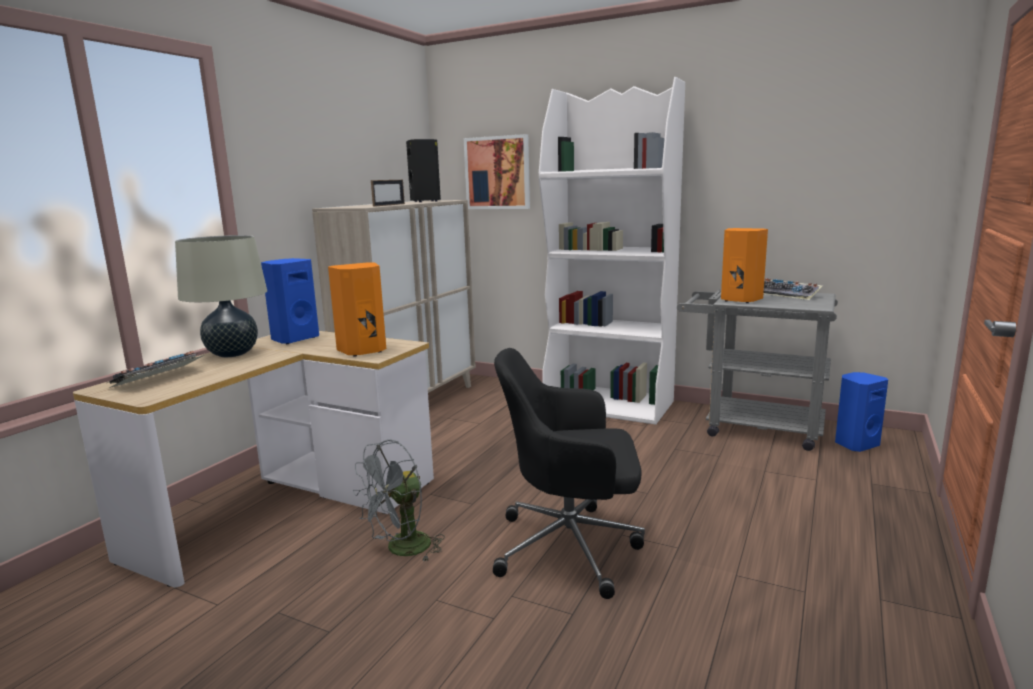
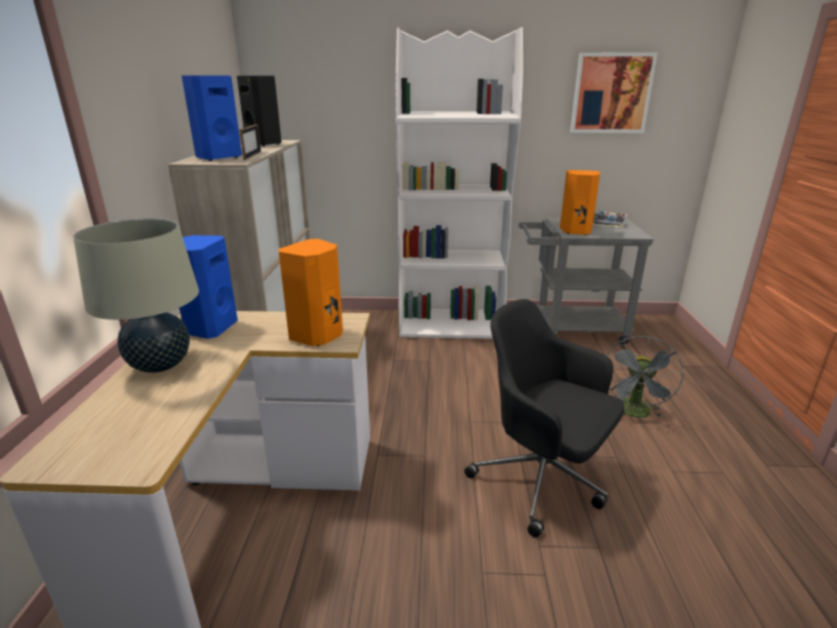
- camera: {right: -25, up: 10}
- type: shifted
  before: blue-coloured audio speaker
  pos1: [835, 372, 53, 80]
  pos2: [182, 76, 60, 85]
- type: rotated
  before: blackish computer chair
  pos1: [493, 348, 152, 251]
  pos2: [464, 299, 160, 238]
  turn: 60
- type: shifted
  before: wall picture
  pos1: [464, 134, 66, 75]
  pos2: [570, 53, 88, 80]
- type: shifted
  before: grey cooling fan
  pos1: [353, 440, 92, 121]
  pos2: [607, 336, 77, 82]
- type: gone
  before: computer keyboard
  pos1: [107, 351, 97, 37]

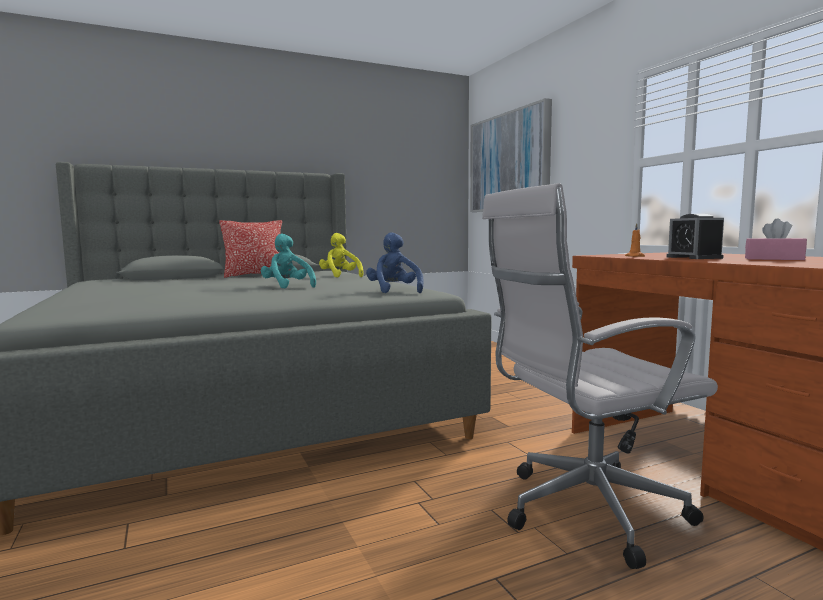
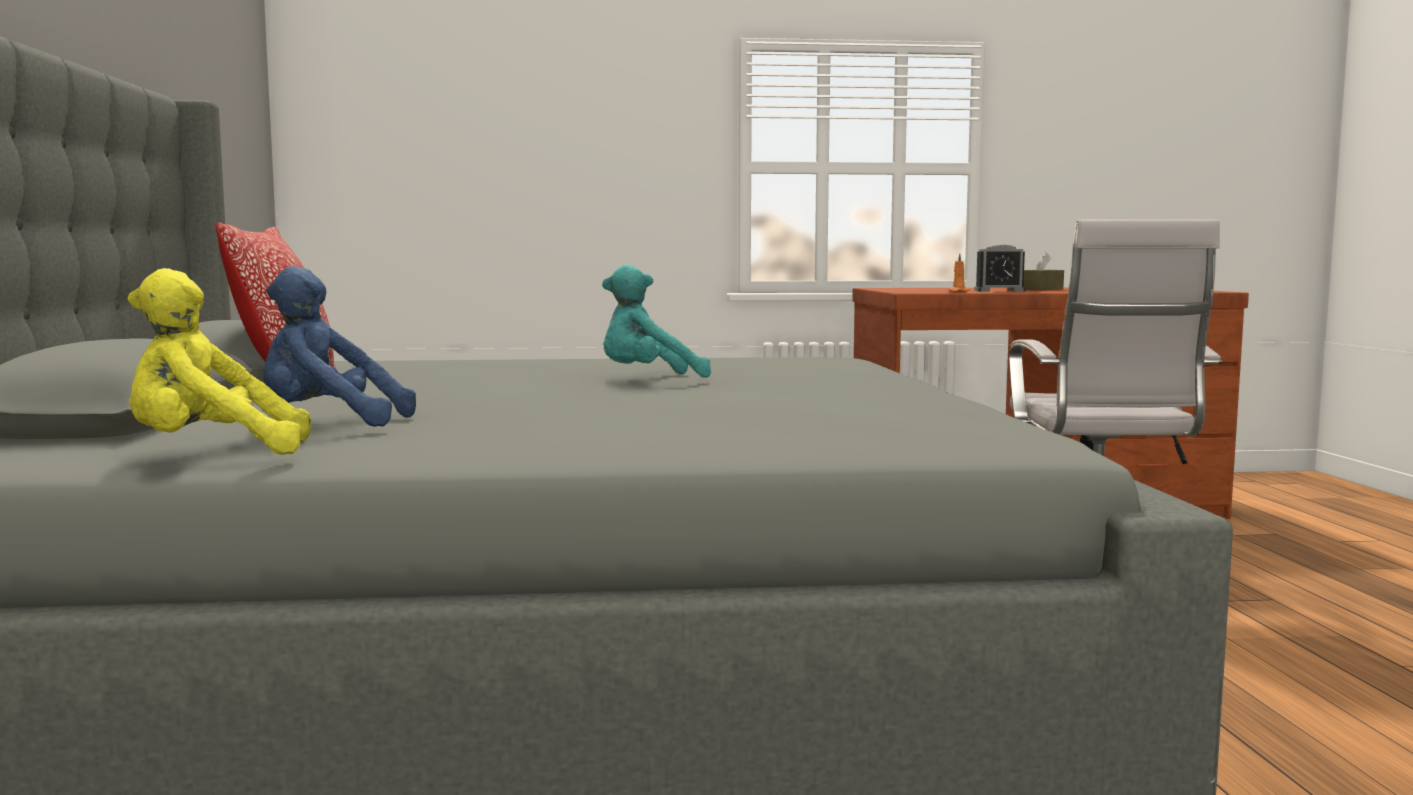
- camera: {right: -70, up: 0}
- type: shifted
  before: yellowish cuddly toy
  pos1: [319, 233, 45, 44]
  pos2: [128, 268, 183, 187]
- type: shifted
  before: blue-coloured cuddly toy
  pos1: [366, 232, 58, 61]
  pos2: [263, 266, 153, 161]
- type: repainted
  before: pink-coloured box of tissues
  after: brownish box of tissues
  pos1: [745, 218, 62, 42]
  pos2: [1023, 251, 41, 39]
- type: gone
  before: wall picture
  pos1: [470, 98, 82, 114]

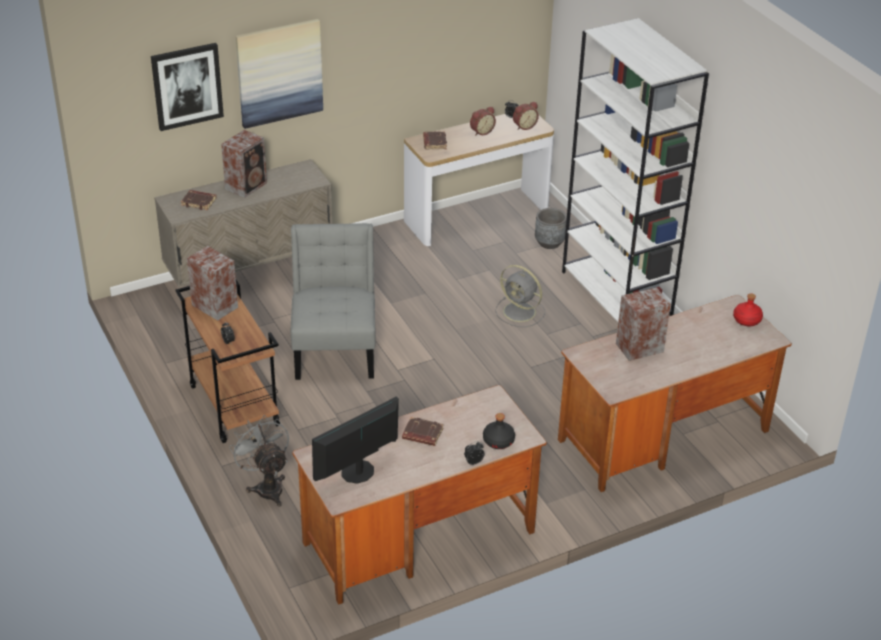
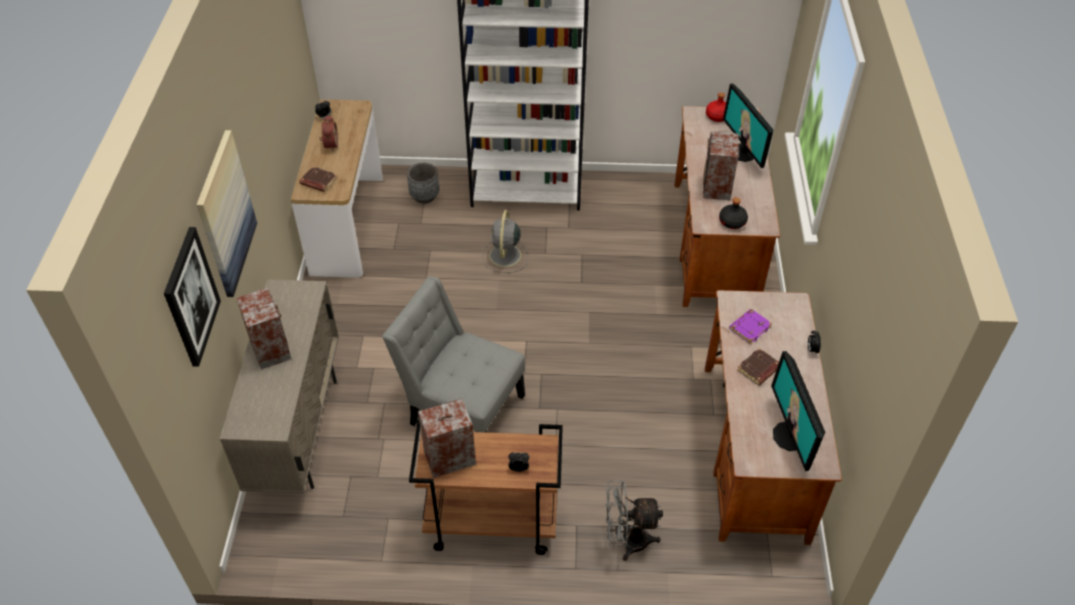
- camera: {right: -60, up: 10}
- type: rotated
  before: grey cooling fan
  pos1: [495, 265, 50, 62]
  pos2: [482, 210, 46, 63]
  turn: 120
- type: shifted
  before: blackish bottle
  pos1: [483, 413, 32, 36]
  pos2: [719, 197, 29, 32]
- type: new
  after: computer display
  pos2: [723, 83, 51, 85]
- type: new
  after: purple-coloured bound book
  pos2: [729, 309, 43, 35]
- type: gone
  before: brownish bound book
  pos1: [181, 190, 36, 20]
- type: gone
  before: bedside clock
  pos1: [513, 102, 26, 28]

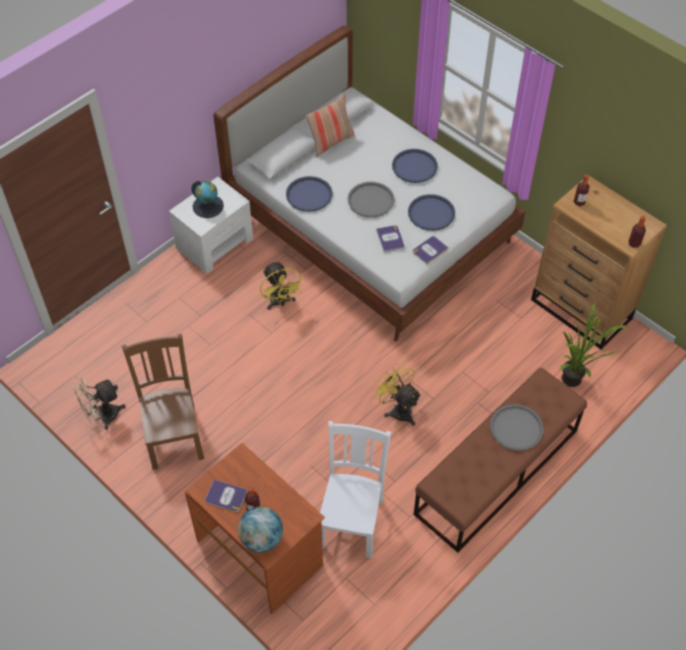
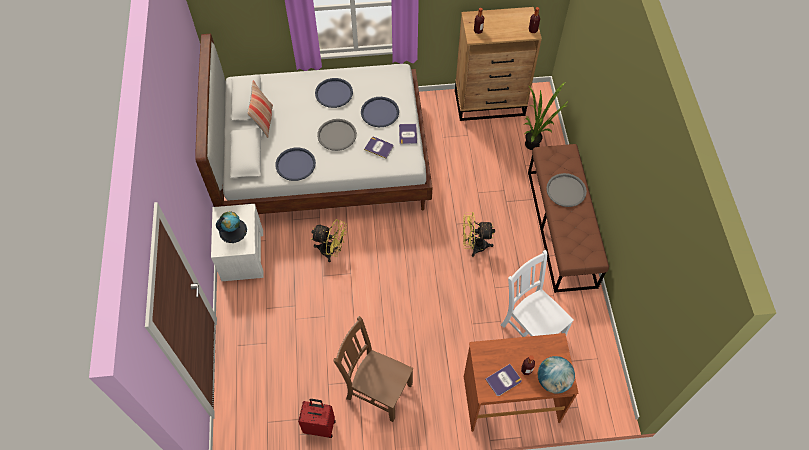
- camera: {right: -50, up: 5}
- type: swapped
  before: beige-coloured cooling fan
  after: reddish piece of luggage
  pos1: [71, 377, 54, 53]
  pos2: [298, 399, 38, 39]

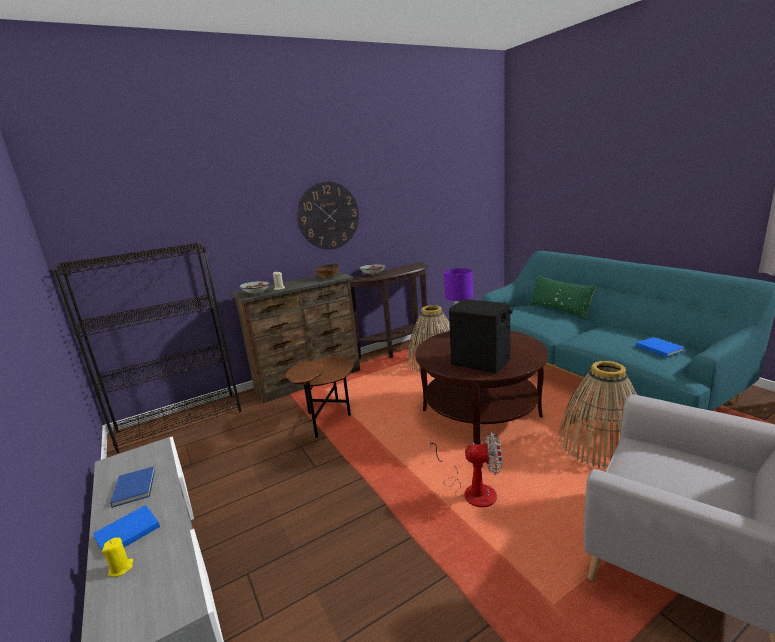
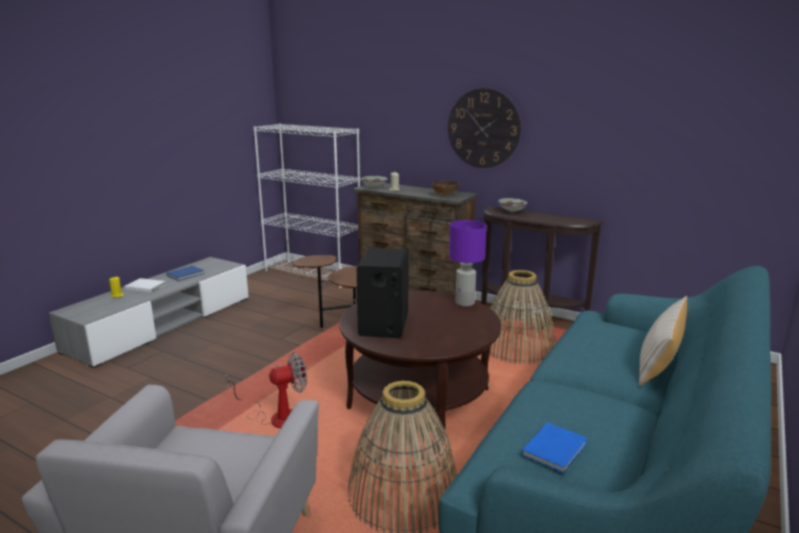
- camera: {right: 60, up: 0}
- type: repainted
  before: blue-coloured bound book
  after: white-coloured bound book
  pos1: [93, 505, 67, 52]
  pos2: [124, 278, 42, 15]
- type: rotated
  before: cooling fan
  pos1: [430, 432, 72, 75]
  pos2: [226, 352, 81, 77]
  turn: -90
- type: repainted
  before: blackish bookshelf
  after: white-coloured bookshelf
  pos1: [53, 242, 188, 211]
  pos2: [254, 123, 106, 165]
- type: repainted
  before: green pillow
  after: beige-coloured pillow
  pos1: [530, 275, 66, 45]
  pos2: [639, 296, 48, 90]

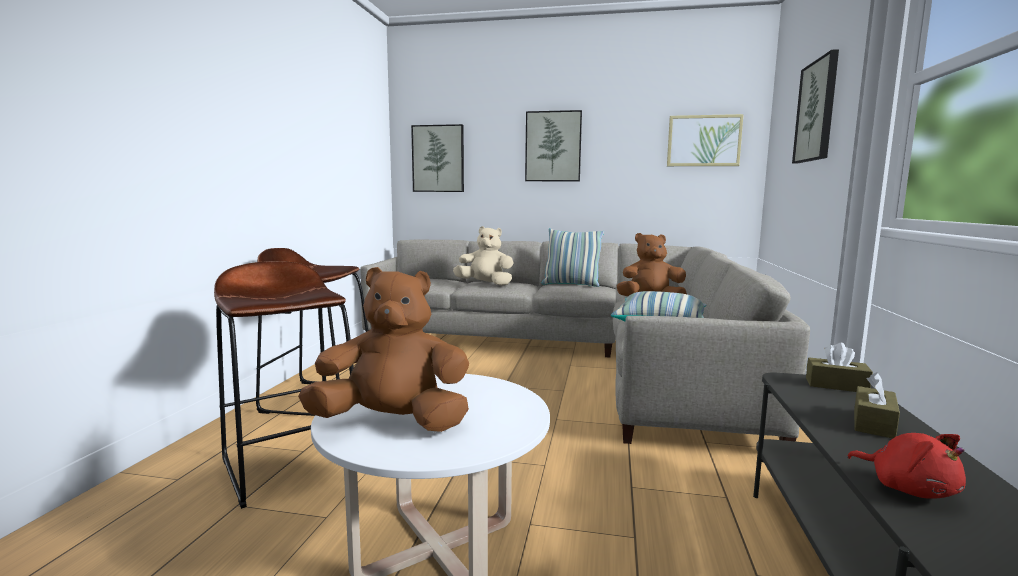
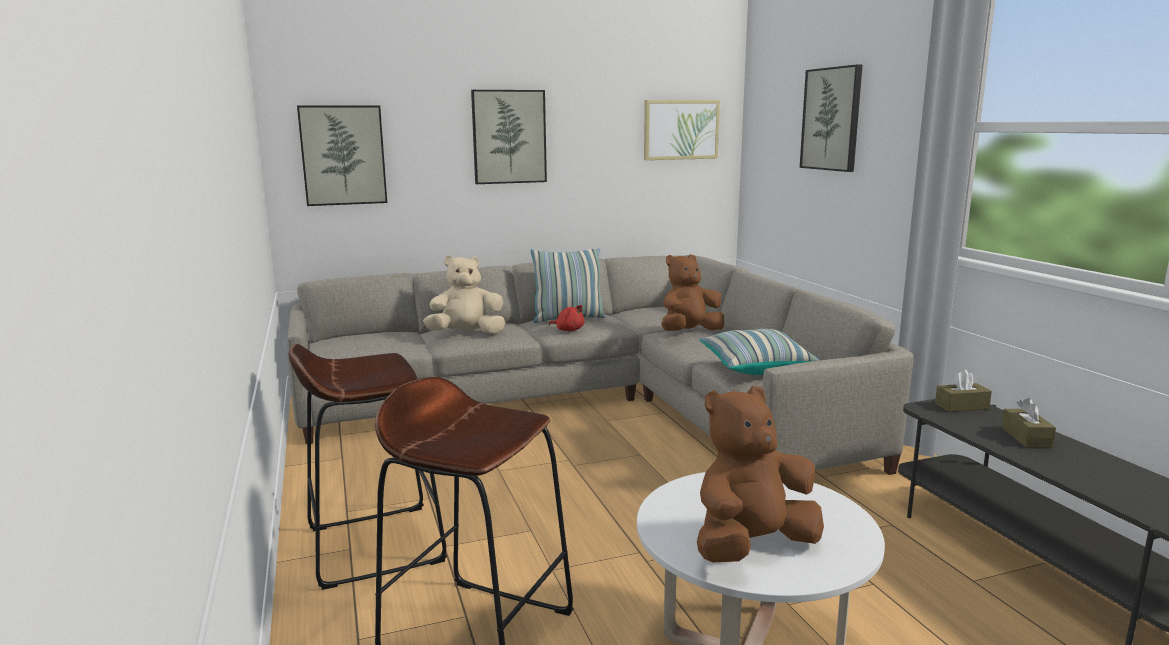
- camera: {right: -30, up: 5}
- type: shifted
  before: reddish cuddly toy
  pos1: [847, 433, 119, 66]
  pos2: [549, 305, 36, 26]

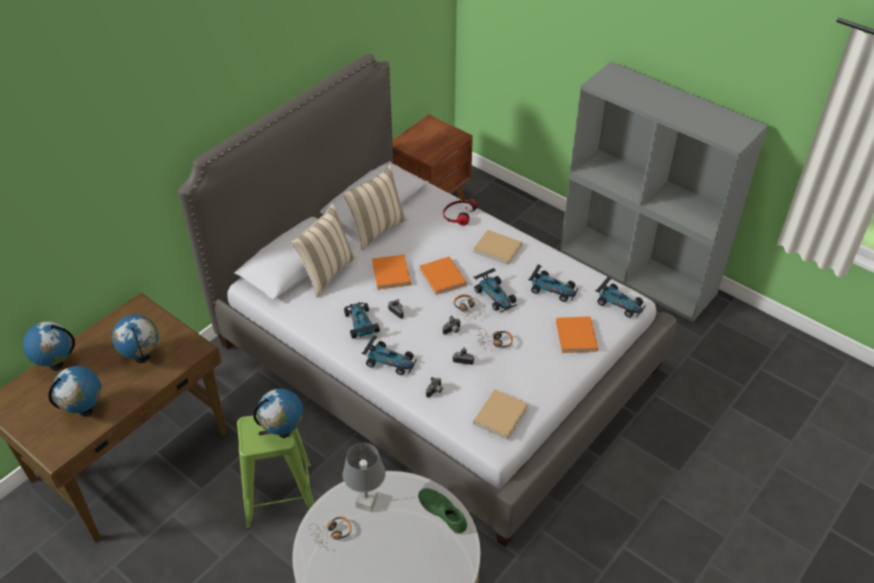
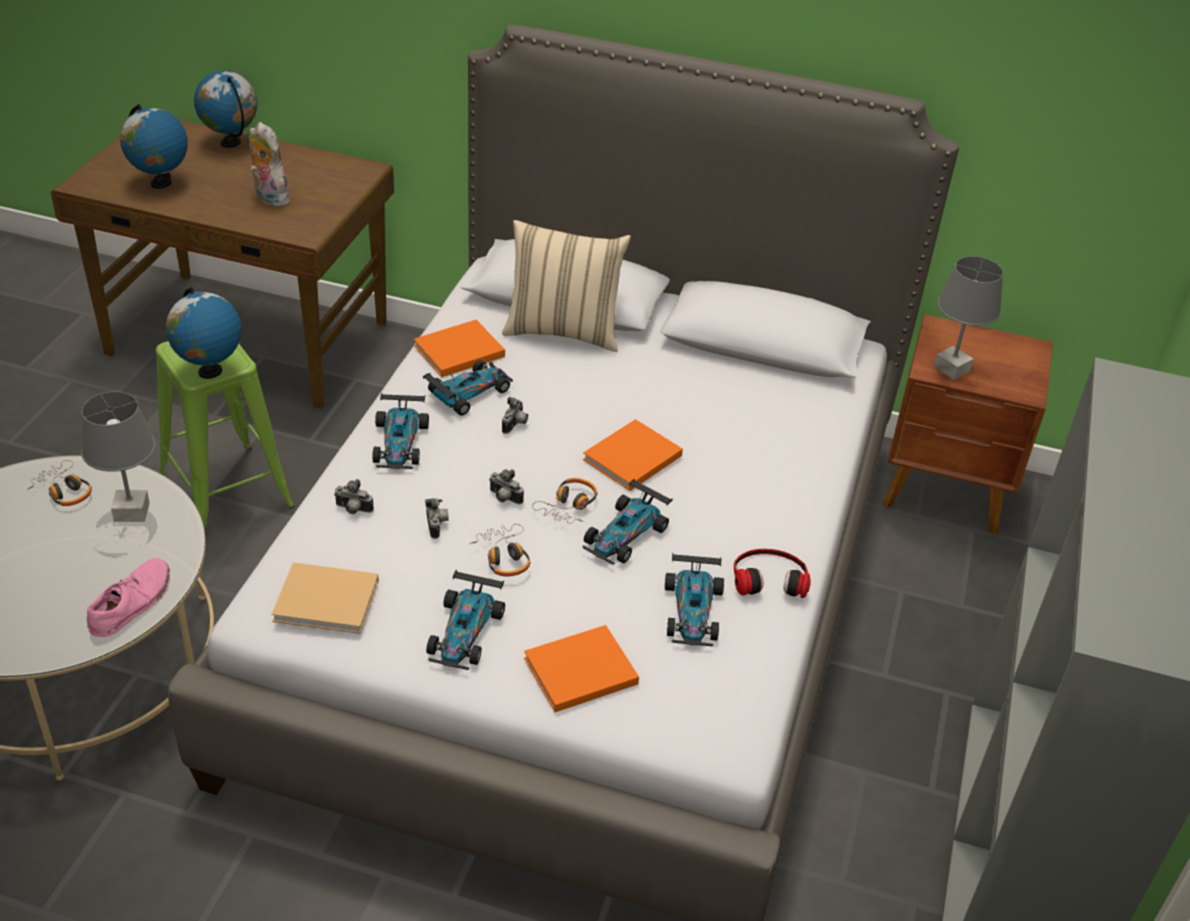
- camera: {right: 65, up: -5}
- type: repainted
  before: green item of footwear
  after: pink-coloured item of footwear
  pos1: [418, 488, 49, 46]
  pos2: [87, 558, 83, 79]
- type: swapped
  before: desk globe
  after: cuddly toy
  pos1: [112, 314, 46, 49]
  pos2: [249, 122, 41, 85]
- type: shifted
  before: orange bound book
  pos1: [372, 255, 39, 35]
  pos2: [414, 320, 91, 57]
- type: shifted
  before: toy car
  pos1: [595, 277, 51, 41]
  pos2: [426, 570, 79, 100]
- type: shifted
  before: pair of headphones
  pos1: [443, 199, 35, 27]
  pos2: [734, 549, 77, 49]
- type: new
  after: grey table lamp
  pos2: [934, 256, 69, 124]
- type: gone
  before: beige-coloured pillow
  pos1: [343, 164, 65, 86]
- type: gone
  before: beige-coloured bound book
  pos1: [473, 230, 49, 35]

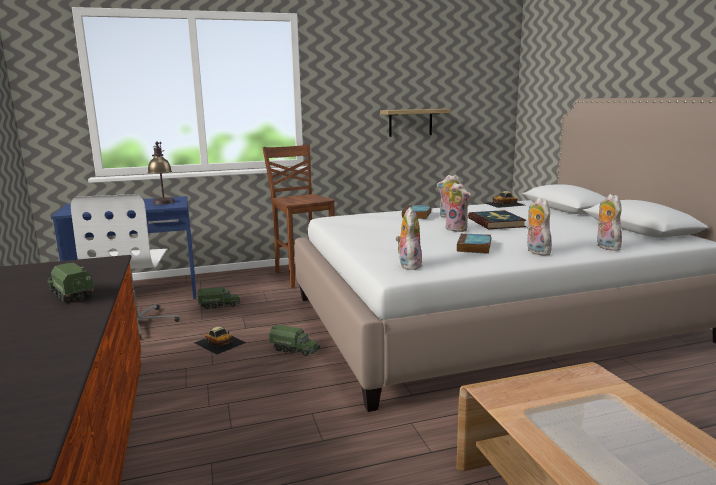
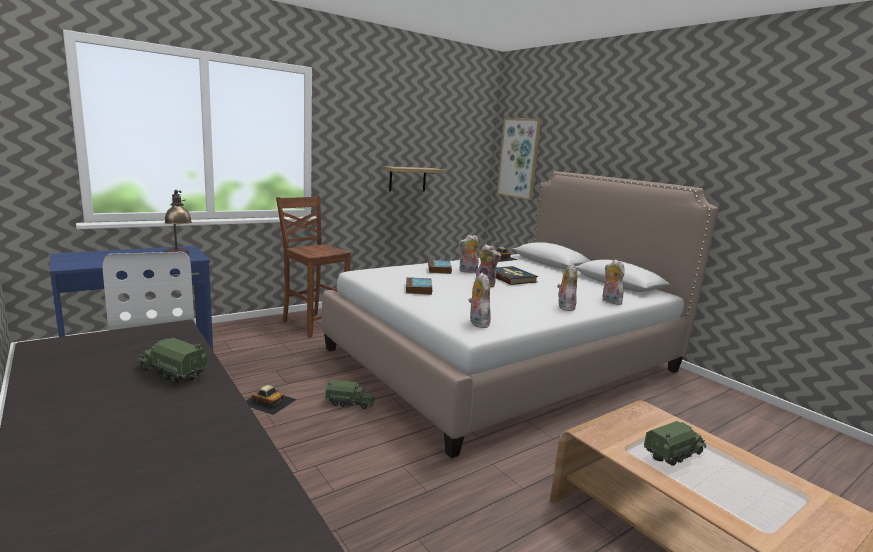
- camera: {right: -20, up: 0}
- type: shifted
  before: bound book
  pos1: [457, 233, 34, 21]
  pos2: [406, 277, 27, 18]
- type: new
  after: wall picture
  pos2: [497, 118, 44, 82]
- type: rotated
  before: cuddly toy
  pos1: [527, 198, 25, 57]
  pos2: [557, 263, 20, 48]
  turn: 45
- type: shifted
  before: toy lorry
  pos1: [198, 287, 42, 22]
  pos2: [643, 421, 64, 45]

